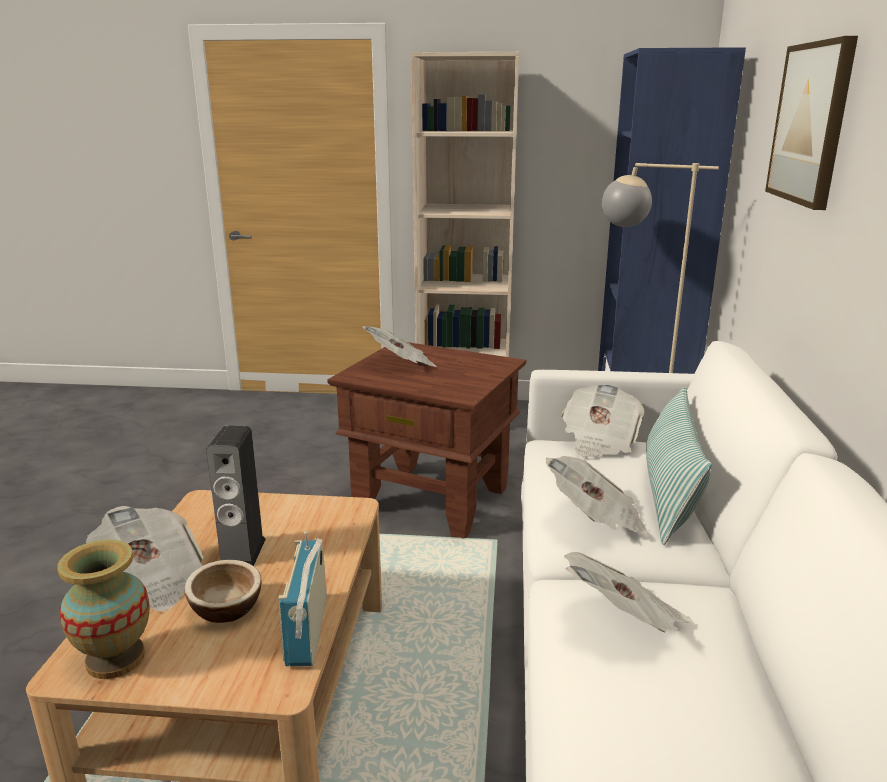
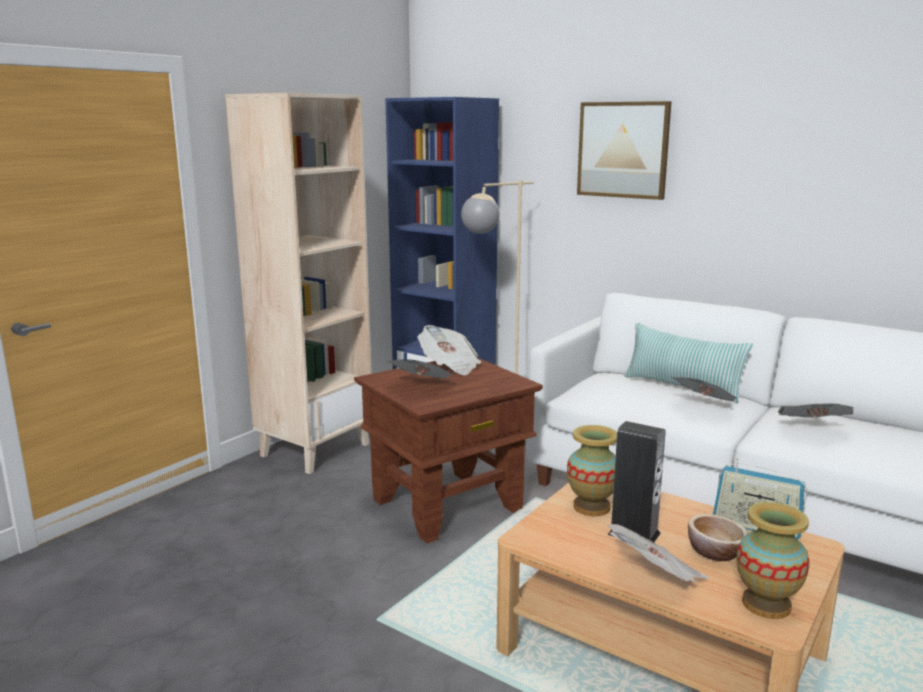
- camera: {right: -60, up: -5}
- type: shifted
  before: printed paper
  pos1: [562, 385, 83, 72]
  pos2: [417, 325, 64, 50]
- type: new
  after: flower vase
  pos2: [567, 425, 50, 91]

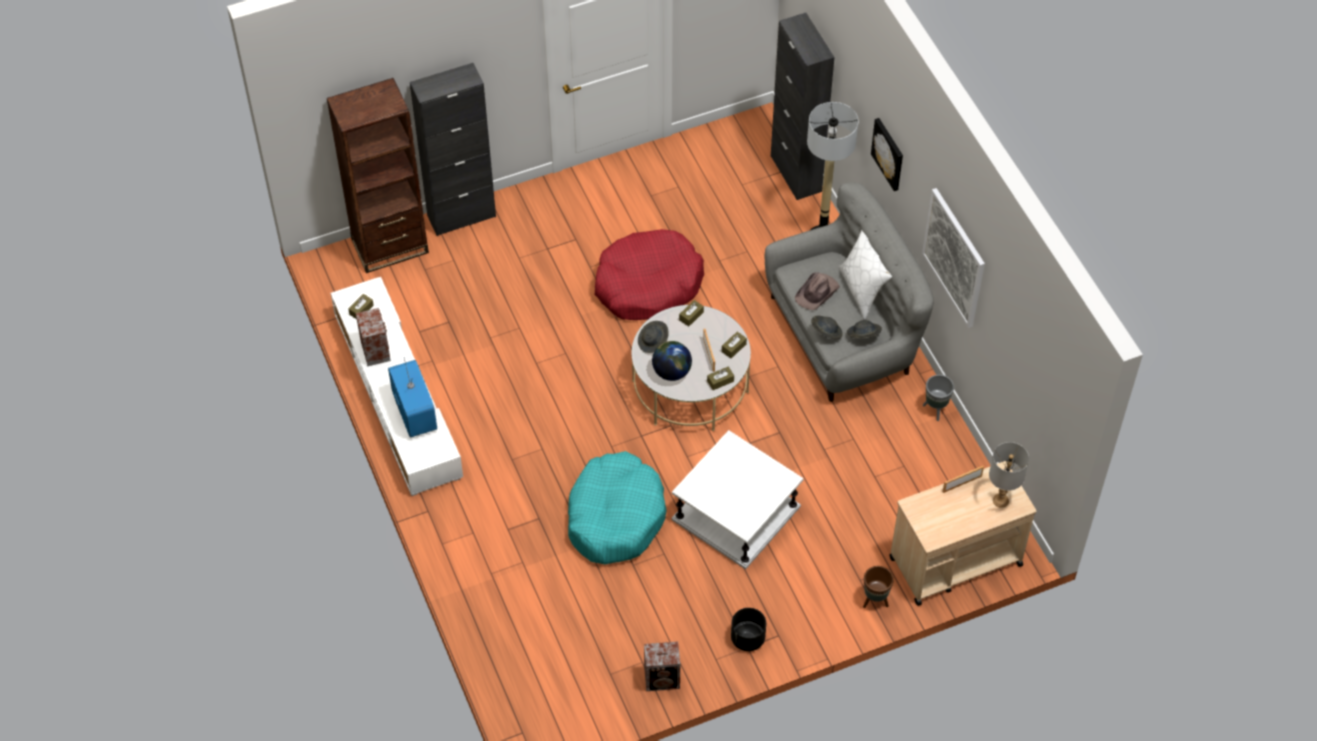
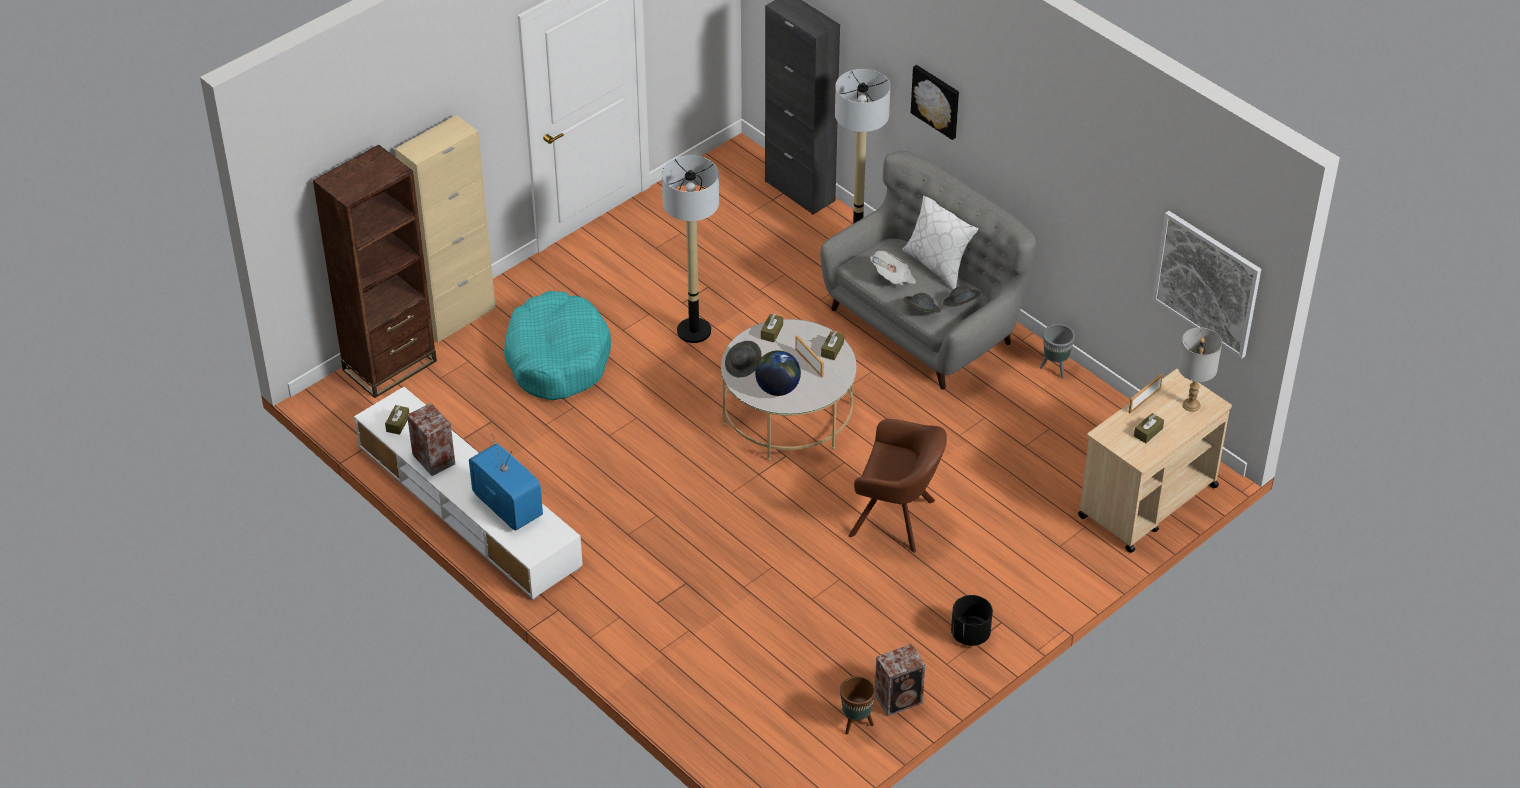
- camera: {right: -20, up: -10}
- type: repainted
  before: blackish cabinet
  after: beige-coloured cabinet
  pos1: [410, 63, 86, 173]
  pos2: [395, 115, 101, 228]
- type: shifted
  before: blue-green pet bed
  pos1: [568, 451, 99, 113]
  pos2: [503, 291, 108, 109]
- type: swapped
  before: reddish pet bed
  after: standard lamp
  pos1: [595, 229, 109, 91]
  pos2: [662, 155, 57, 188]
- type: shifted
  before: brownish planter
  pos1: [863, 566, 31, 42]
  pos2: [840, 676, 36, 58]
- type: swapped
  before: white-coloured end table
  after: brownish armchair
  pos1: [672, 430, 132, 139]
  pos2: [848, 419, 99, 133]
- type: swapped
  before: brownish hat
  after: printed paper
  pos1: [795, 272, 45, 38]
  pos2: [870, 251, 46, 34]
- type: shifted
  before: brownish box of tissues
  pos1: [707, 367, 27, 23]
  pos2: [1134, 413, 30, 30]
- type: shifted
  before: wall picture
  pos1: [922, 188, 63, 140]
  pos2: [1153, 211, 108, 148]

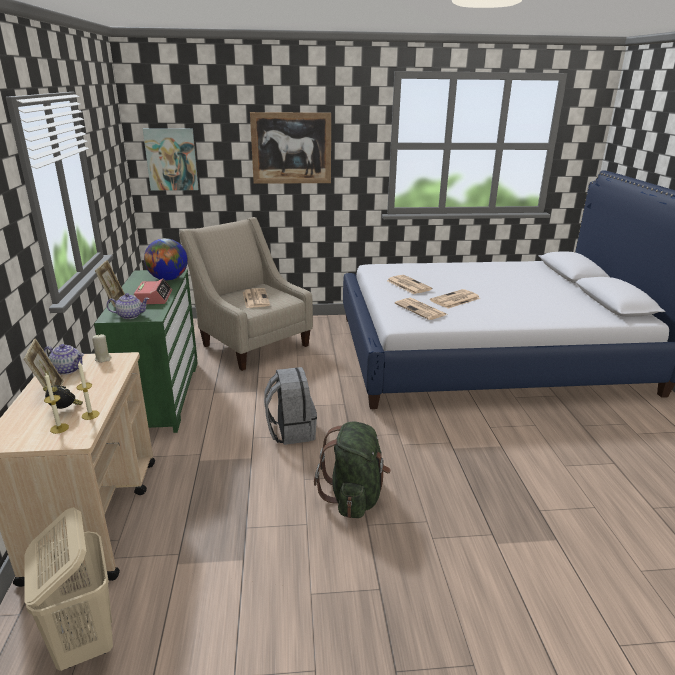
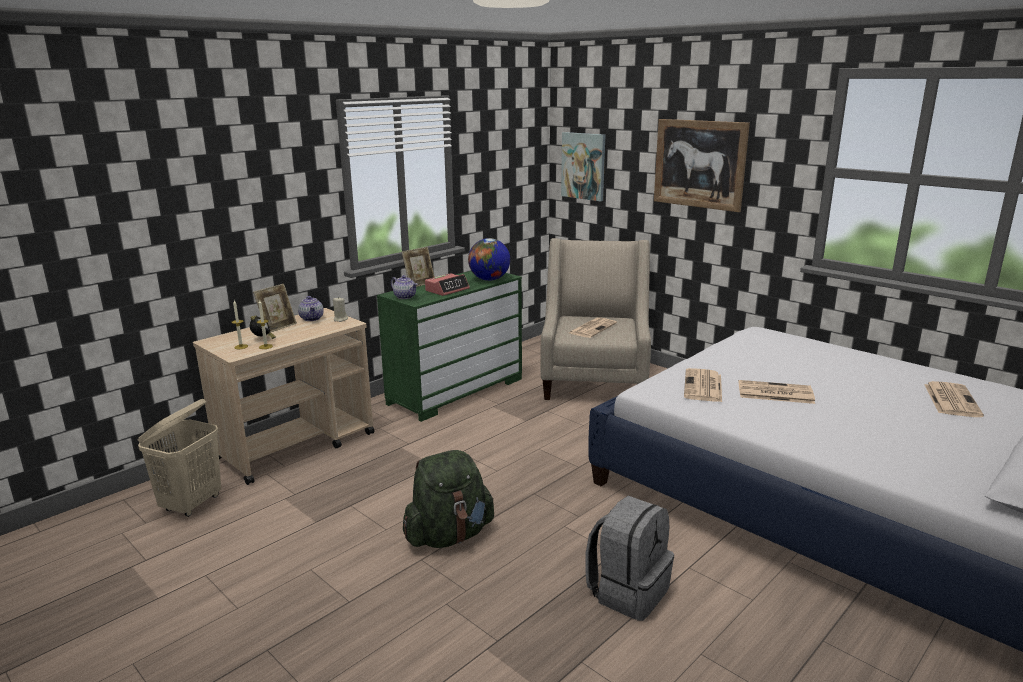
- camera: {right: 50, up: -5}
- type: shifted
  before: grey backpack
  pos1: [264, 367, 53, 78]
  pos2: [585, 496, 89, 125]
- type: shifted
  before: printed paper
  pos1: [387, 275, 46, 19]
  pos2: [924, 381, 60, 36]

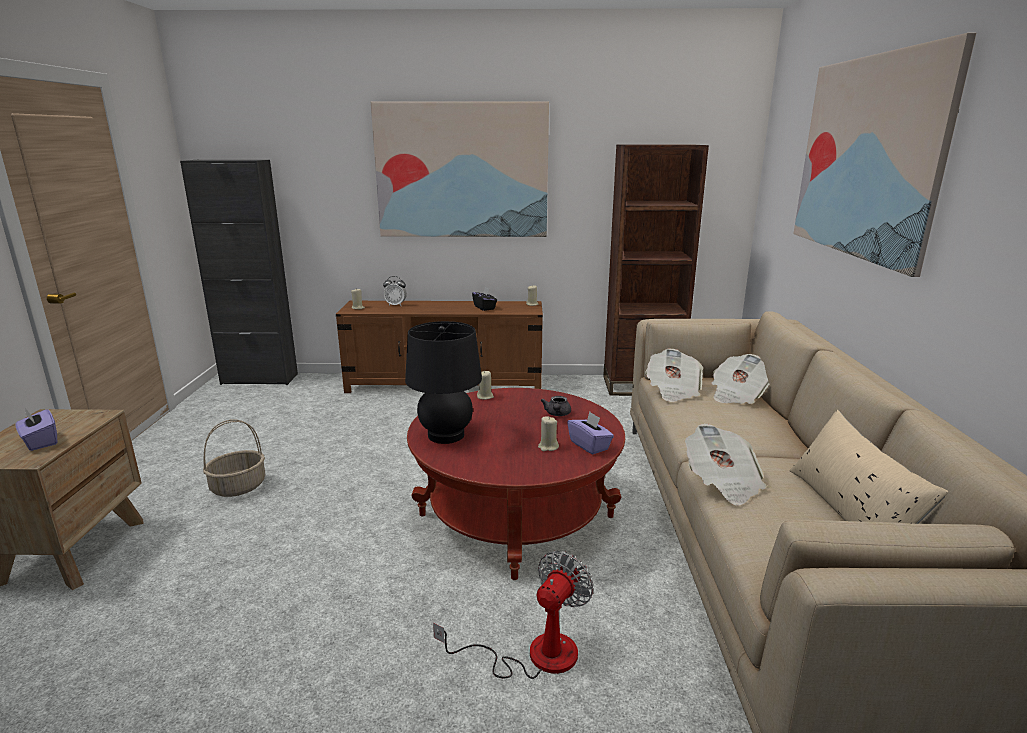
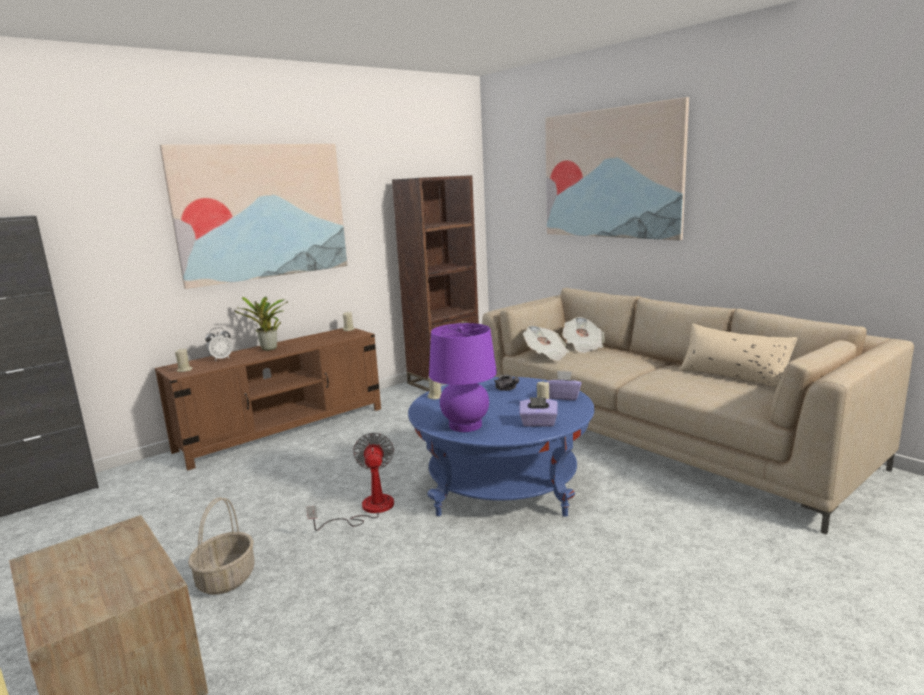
- camera: {right: -40, up: -5}
- type: new
  after: potted plant
  pos2: [234, 297, 54, 54]
- type: shifted
  before: cooling fan
  pos1: [433, 551, 161, 128]
  pos2: [306, 432, 88, 99]
- type: repainted
  before: reddish low table
  after: blue-coloured low table
  pos1: [407, 388, 218, 192]
  pos2: [408, 377, 187, 140]
- type: repainted
  before: blackish table lamp
  after: purple-coloured table lamp
  pos1: [405, 321, 77, 123]
  pos2: [429, 323, 68, 109]
- type: shifted
  before: purple-coloured box of tissues
  pos1: [15, 408, 42, 43]
  pos2: [519, 397, 39, 30]
- type: gone
  before: blackish box of tissues
  pos1: [472, 287, 25, 24]
- type: gone
  before: printed paper
  pos1: [685, 424, 82, 82]

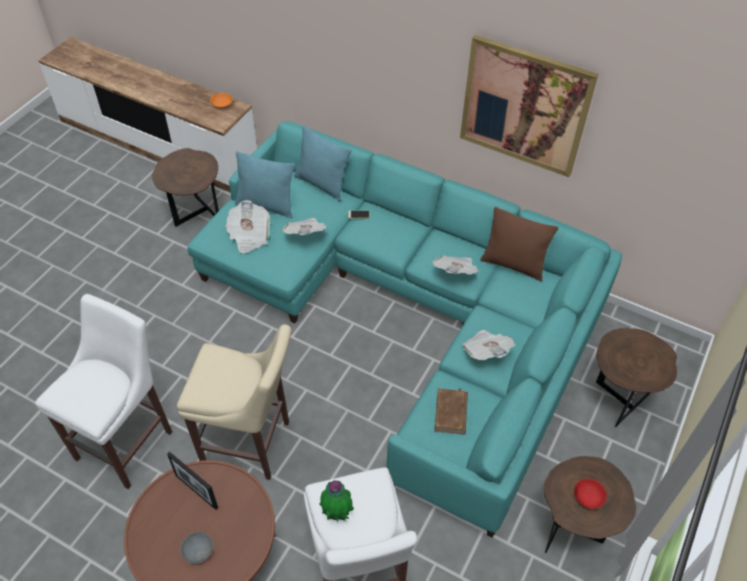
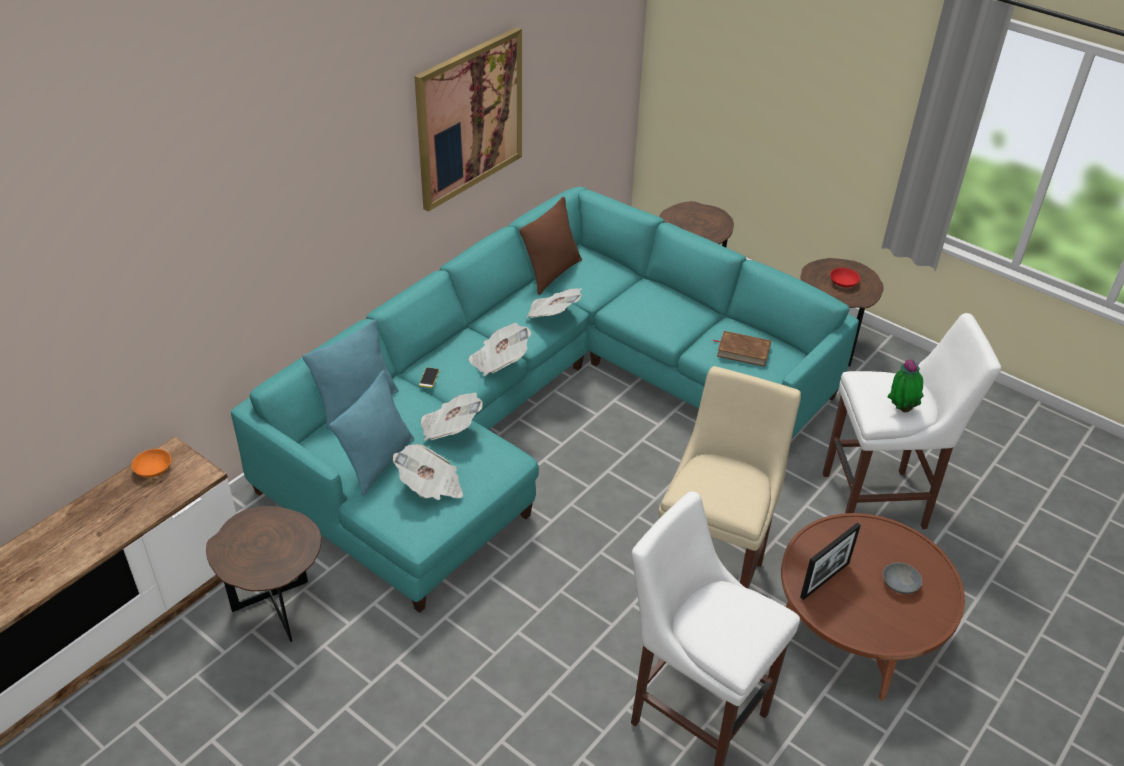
- camera: {right: -80, up: -10}
- type: shifted
  before: printed paper
  pos1: [462, 330, 54, 30]
  pos2: [469, 323, 62, 53]

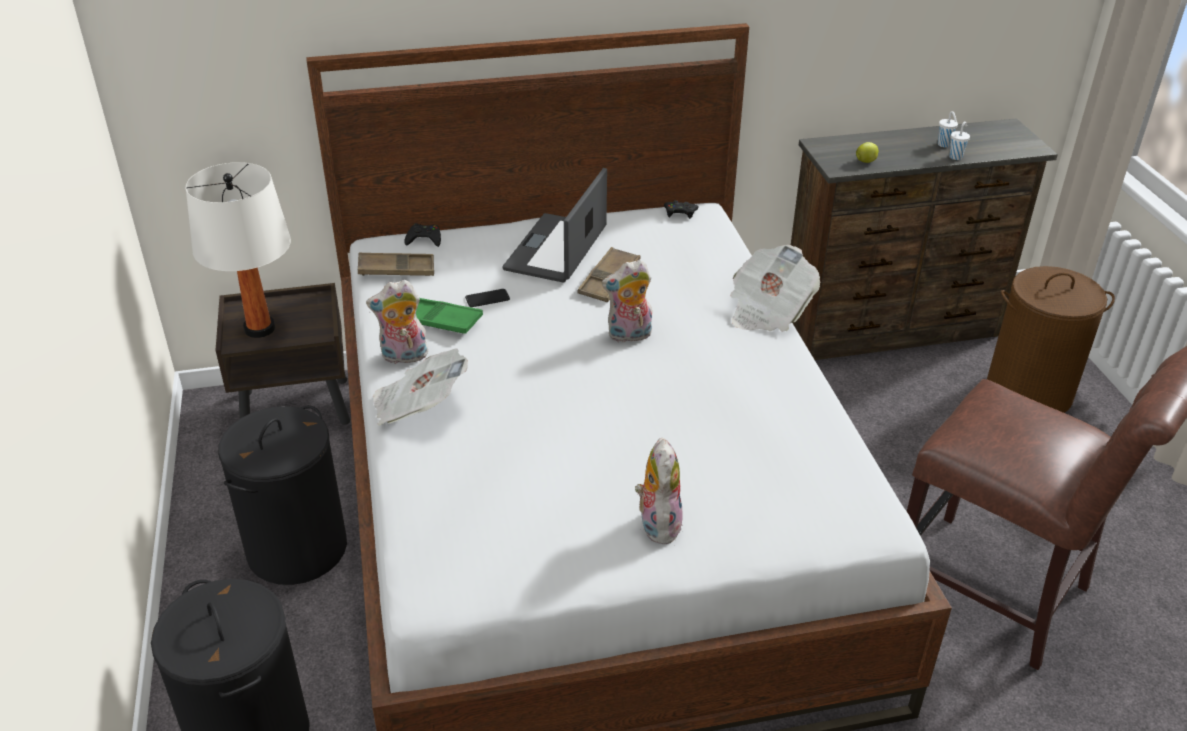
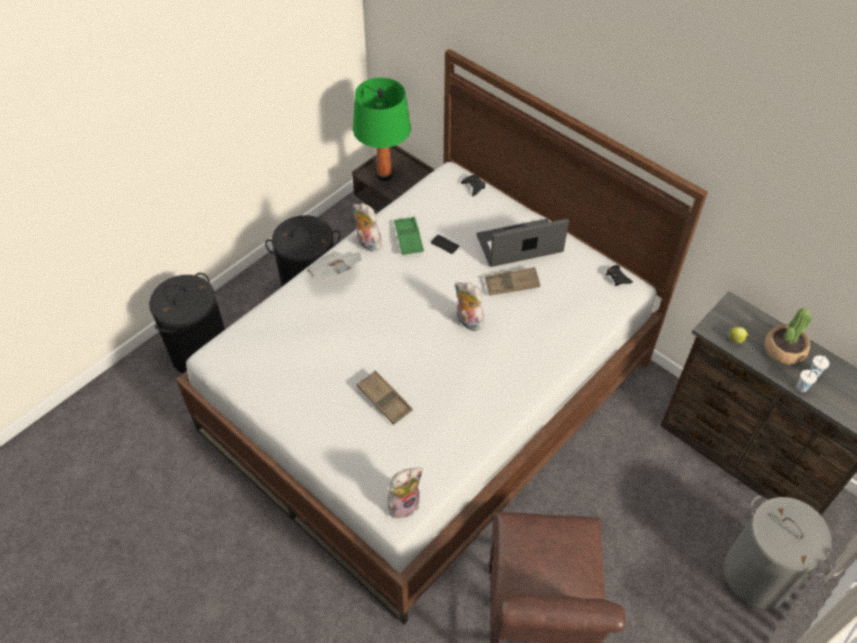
- camera: {right: 55, up: 15}
- type: repainted
  before: white-coloured table lamp
  after: green table lamp
  pos1: [186, 162, 105, 176]
  pos2: [353, 78, 58, 103]
- type: shifted
  before: brownish serving tray
  pos1: [358, 253, 76, 23]
  pos2: [356, 370, 57, 55]
- type: shifted
  before: cuddly toy
  pos1: [635, 438, 48, 107]
  pos2: [388, 468, 35, 50]
- type: repainted
  before: brownish laundry basket
  after: grey laundry basket
  pos1: [987, 266, 128, 147]
  pos2: [723, 496, 109, 112]
- type: new
  after: potted plant
  pos2: [765, 308, 47, 57]
- type: gone
  before: printed paper
  pos1: [730, 245, 90, 87]

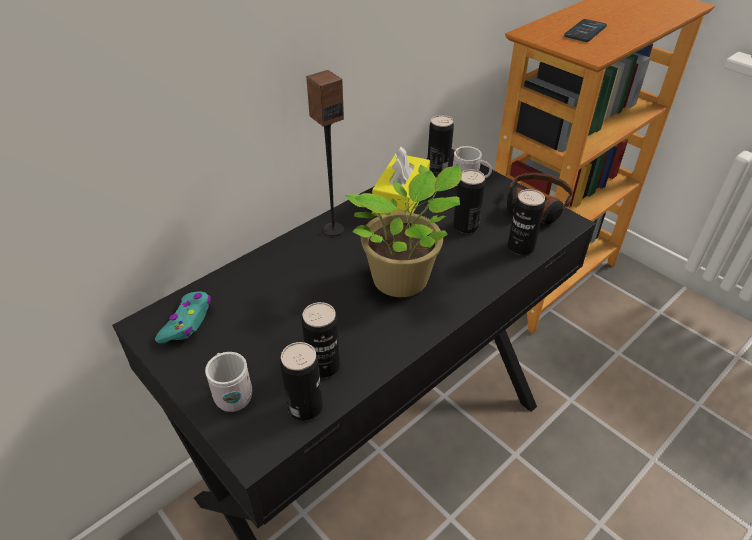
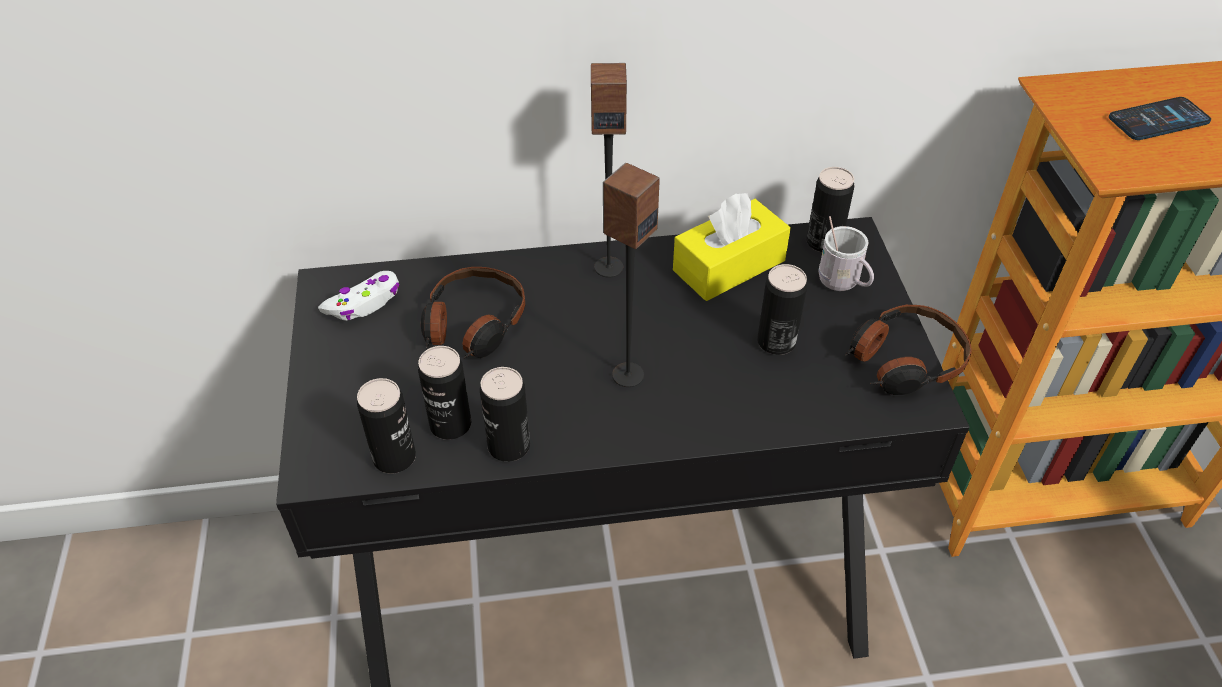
- camera: {right: 35, up: 5}
- type: repainted
  before: blue-green gamepad
  after: white-coloured gamepad
  pos1: [155, 292, 56, 51]
  pos2: [318, 271, 81, 50]
- type: new
  after: pair of headphones
  pos2: [421, 267, 104, 92]
- type: shifted
  before: sealed can
  pos1: [508, 189, 37, 66]
  pos2: [480, 367, 50, 95]
- type: swapped
  before: potted plant
  after: audio speaker
  pos1: [345, 165, 117, 132]
  pos2: [603, 163, 57, 224]
- type: gone
  before: white-coloured mug
  pos1: [205, 352, 47, 60]

